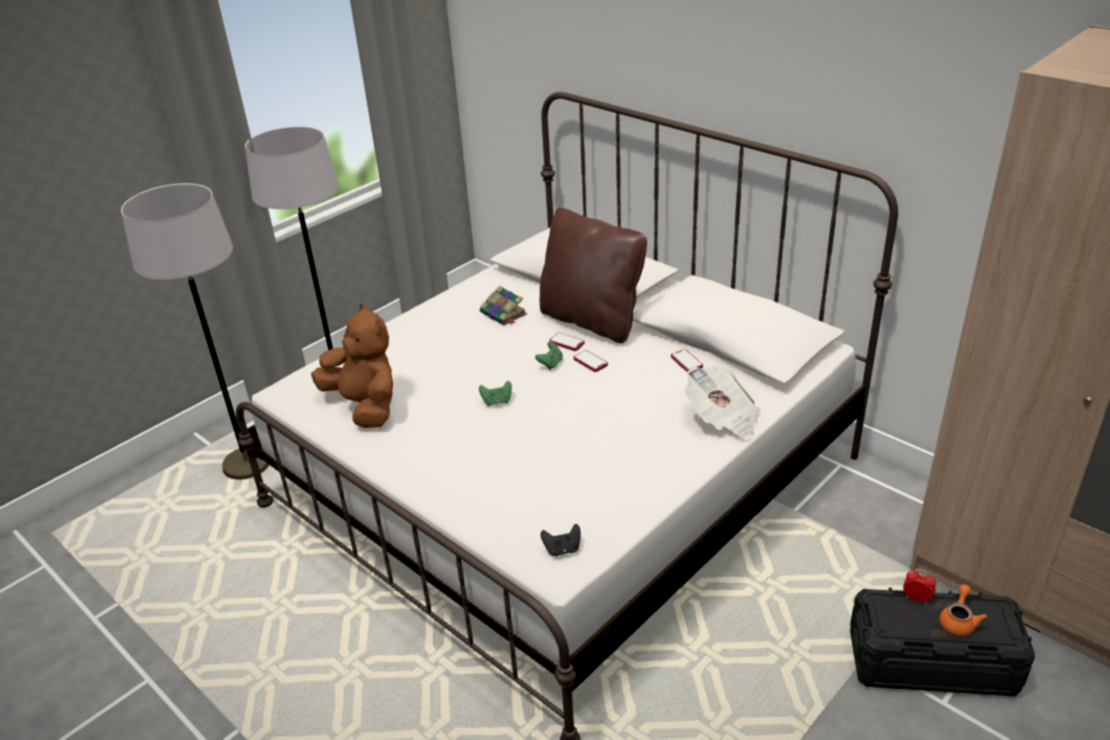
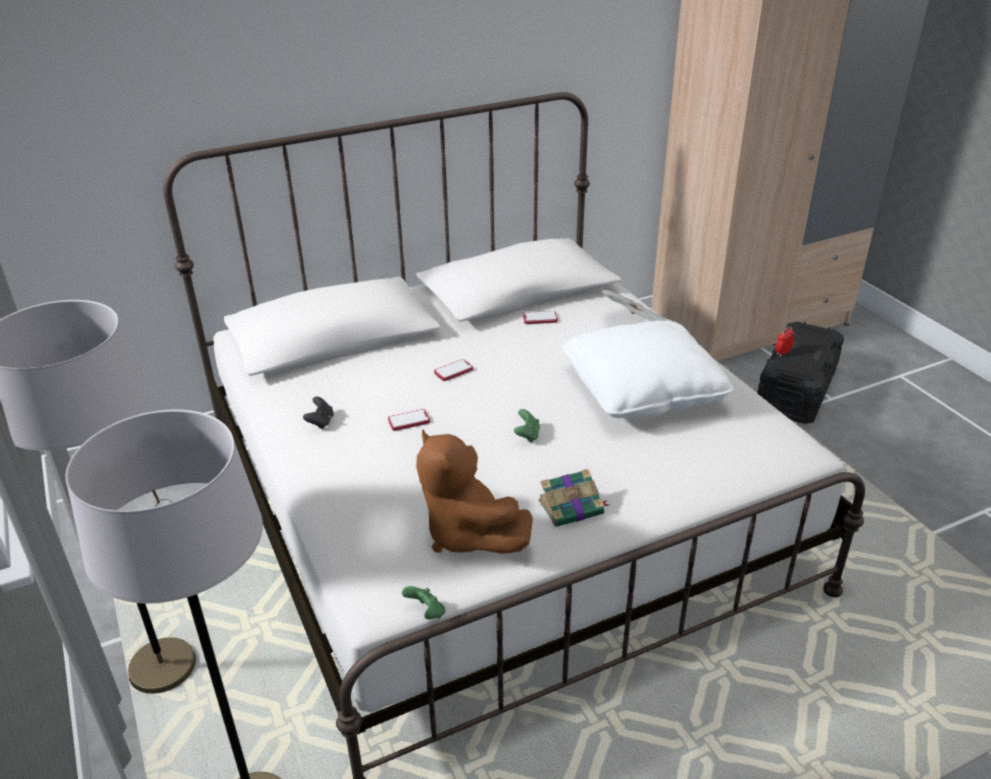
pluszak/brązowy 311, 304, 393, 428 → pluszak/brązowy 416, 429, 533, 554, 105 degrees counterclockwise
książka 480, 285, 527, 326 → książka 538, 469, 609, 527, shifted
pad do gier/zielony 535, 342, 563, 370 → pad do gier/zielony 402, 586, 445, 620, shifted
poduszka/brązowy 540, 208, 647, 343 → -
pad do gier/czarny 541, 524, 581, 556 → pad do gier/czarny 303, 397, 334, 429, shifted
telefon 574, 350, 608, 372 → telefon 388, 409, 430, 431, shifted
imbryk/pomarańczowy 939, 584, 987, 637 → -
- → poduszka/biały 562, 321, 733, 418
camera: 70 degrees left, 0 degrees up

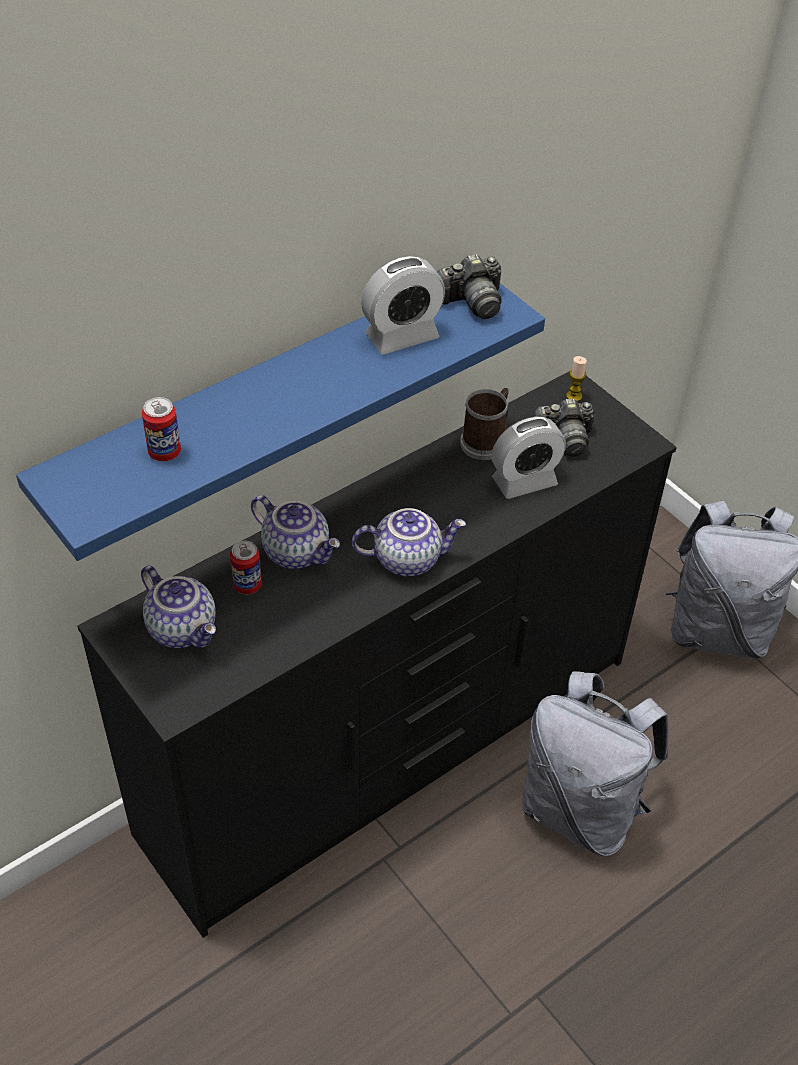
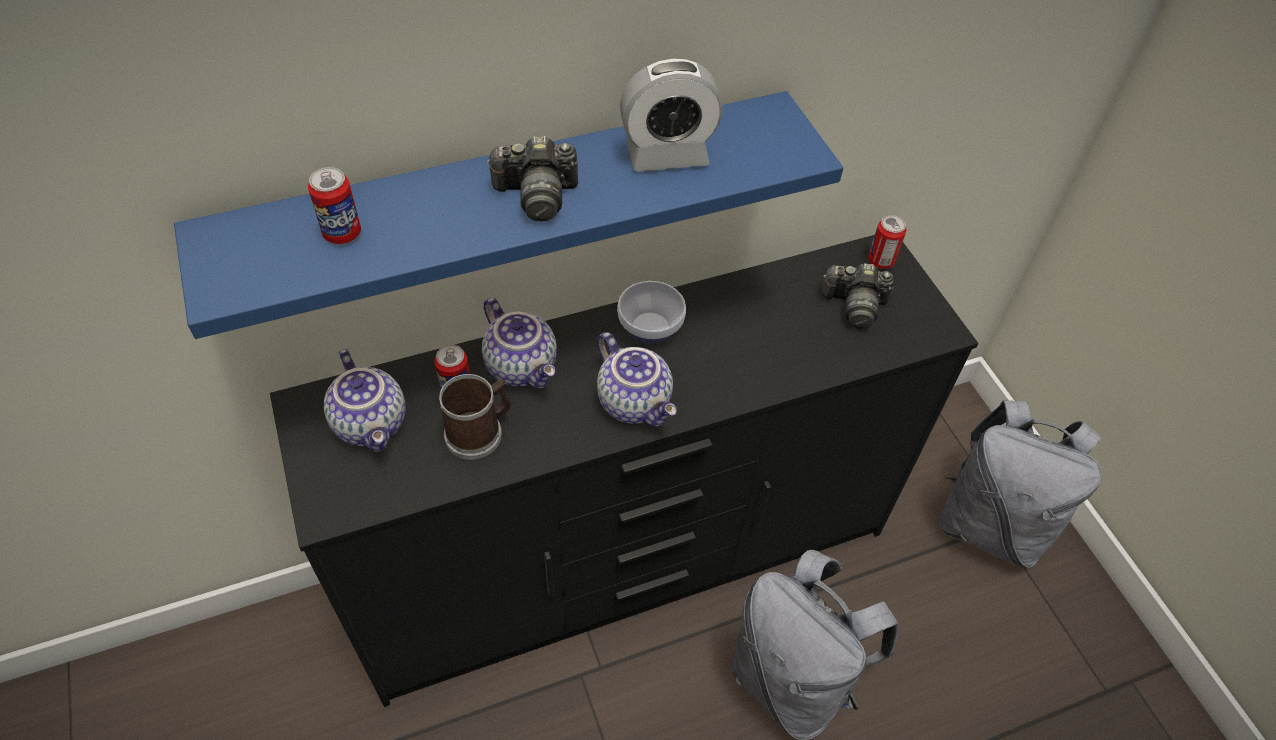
imbryk 352, 508, 466, 576 → imbryk 597, 332, 677, 426, 45 degrees clockwise
aparat fotograficzny 437, 254, 502, 319 → aparat fotograficzny 486, 136, 578, 221, shifted
kubek 460, 388, 509, 460 → kubek 439, 374, 511, 460, shifted
budzik 492, 417, 566, 499 → -
świeca 566, 356, 587, 402 → puszka 868, 215, 907, 269
- → miska 617, 281, 686, 344
camera: 15 degrees right, 5 degrees up

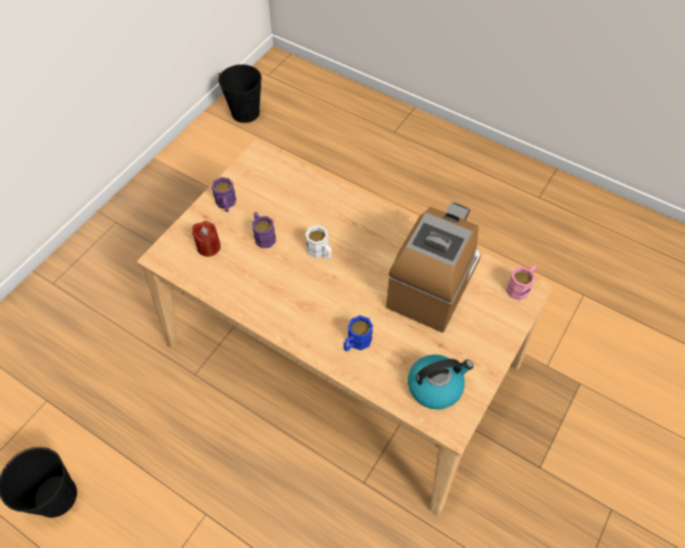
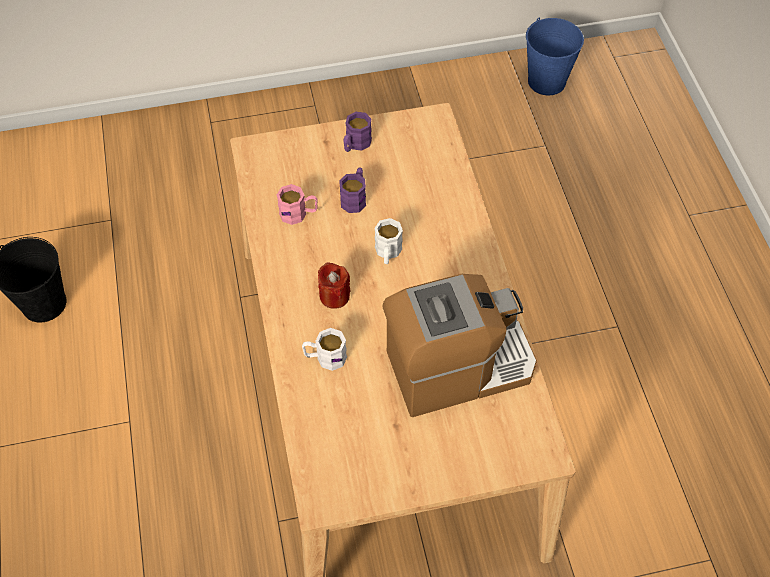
świeca/czerwony 192, 221, 221, 257 → świeca/czerwony 318, 262, 350, 309, shifted
wiadro/czarny 218, 64, 262, 123 → wiadro/niebieski 526, 18, 584, 95
kubek/niebieski 343, 315, 373, 351 → kubek/biały 302, 328, 347, 371
czajnik 408, 354, 474, 409 → -
kubek/różowy 506, 265, 537, 300 → kubek/różowy 277, 184, 318, 225, shifted
camera: 45 degrees right, 0 degrees up

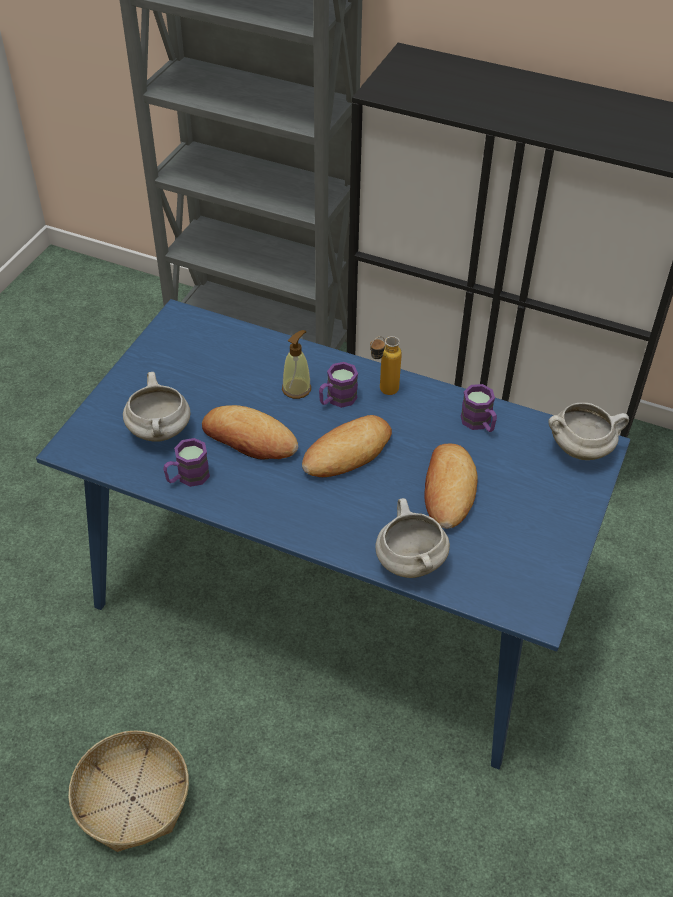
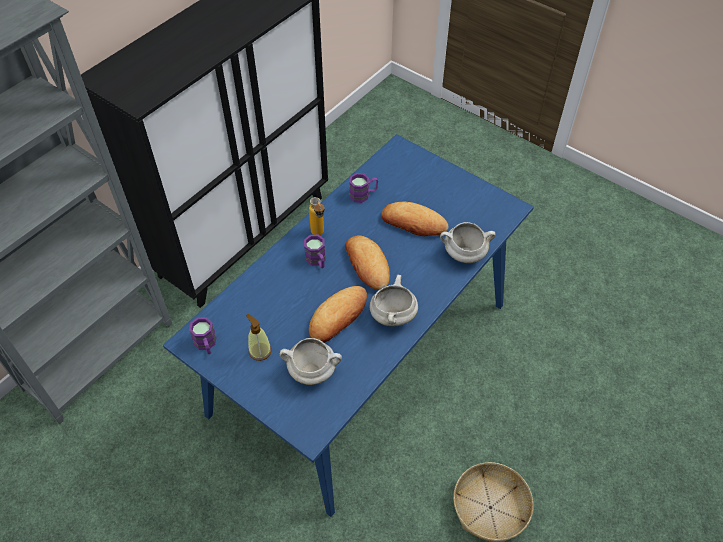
kubek/fioletowy 163, 438, 210, 487 → kubek/fioletowy 189, 317, 217, 354, shifted
dozownik mydła 282, 330, 311, 399 → dozownik mydła 246, 314, 272, 361, shifted
garnek/biały 548, 403, 629, 460 → garnek/biały 370, 275, 418, 326, shifted
camera: 75 degrees left, 5 degrees up

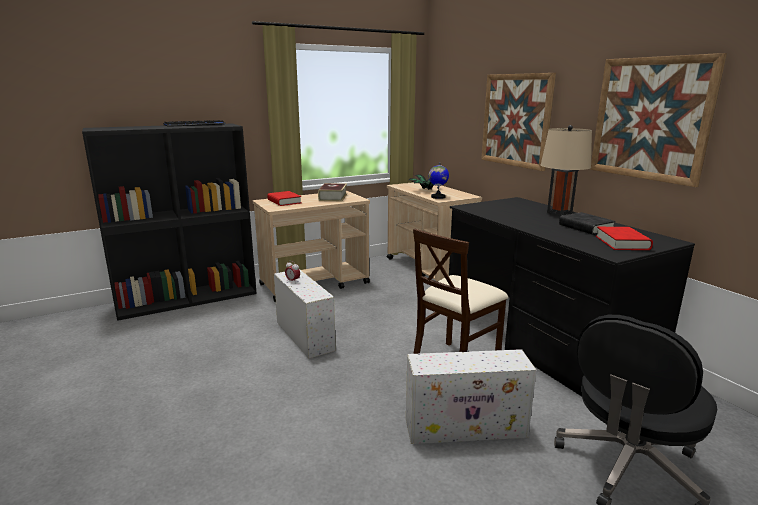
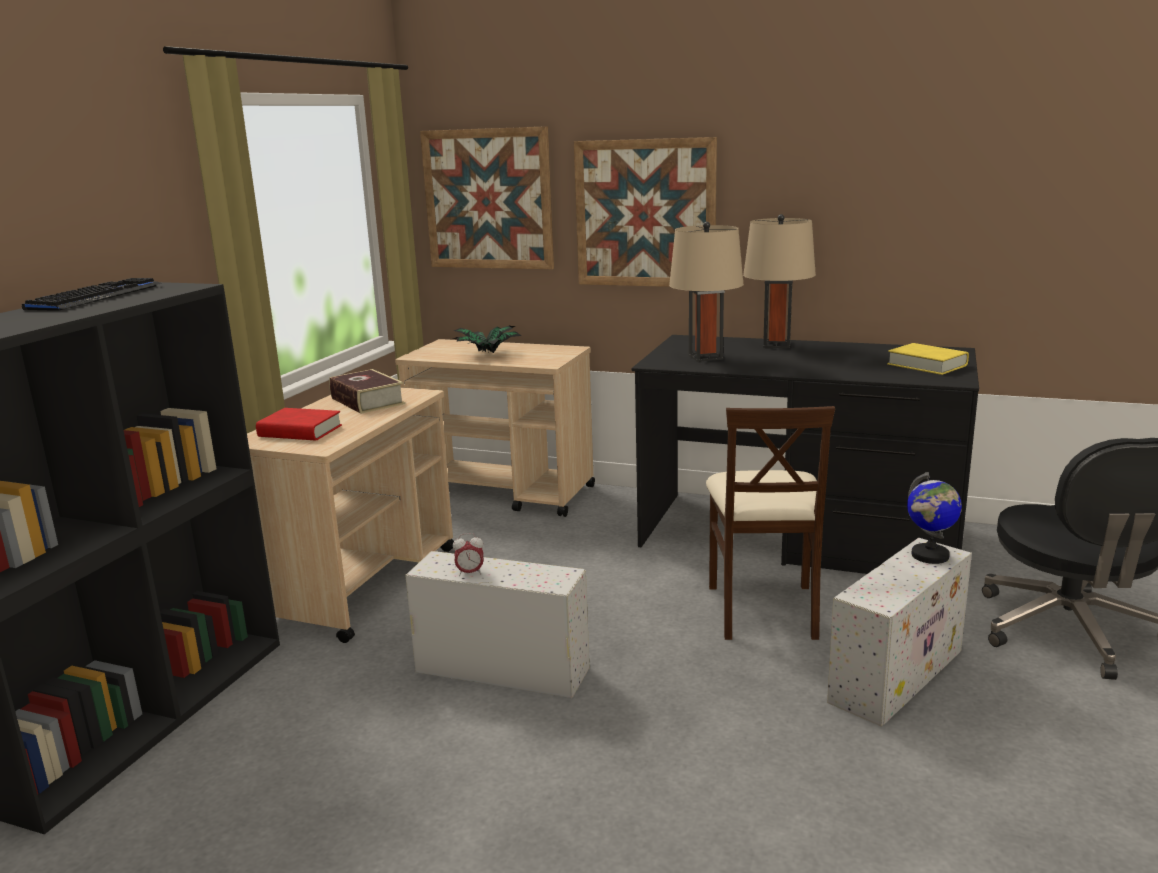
globus 429, 163, 449, 199 → globus 907, 472, 962, 564, shifted
książka/czarny 559, 212, 616, 235 → -
obraz 590, 53, 727, 187 → obraz 420, 126, 554, 269, shifted
książka/czerwony 596, 227, 653, 250 → książka/żółty 887, 343, 969, 375
- → lampa stołowa/beżowy 669, 222, 744, 362
camera: 40 degrees left, 0 degrees up

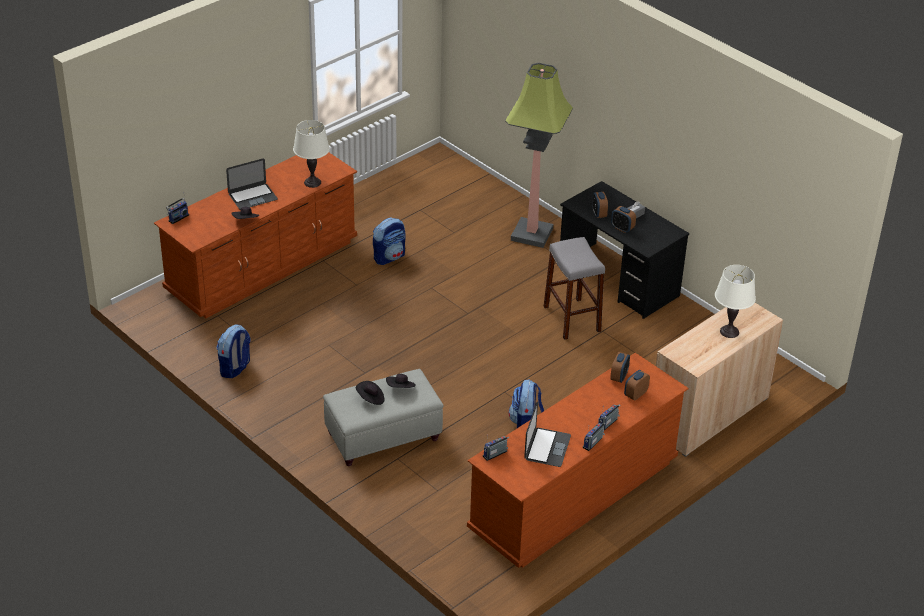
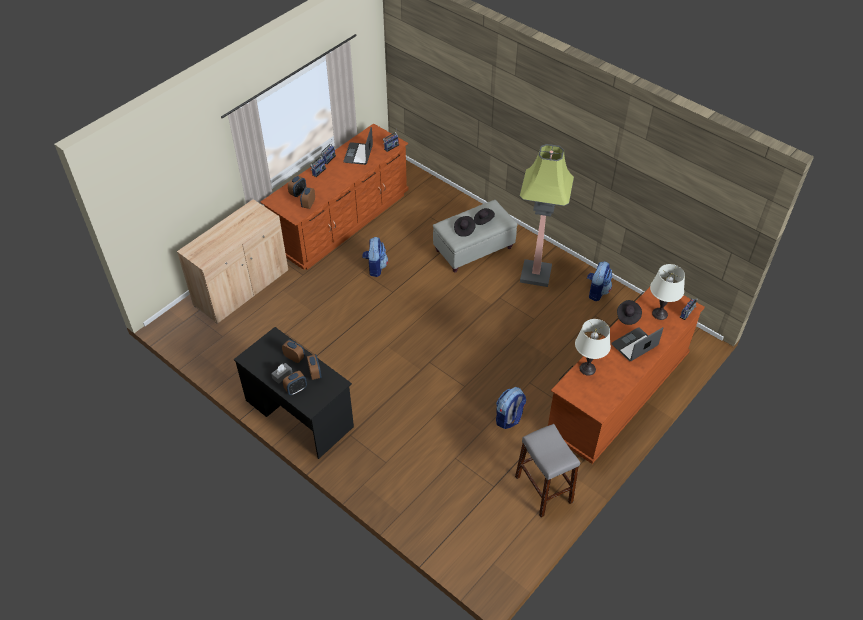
lampa stojąca 505, 63, 573, 248 → lampa stojąca 520, 144, 574, 287, shifted
stołek/szary 544, 237, 605, 340 → stołek/szary 515, 424, 580, 517, shifted
lampa stołowa/biały 715, 265, 756, 338 → lampa stołowa/biały 650, 264, 685, 320, shifted
- → budzik 283, 371, 307, 395
camera: 175 degrees right, 10 degrees up

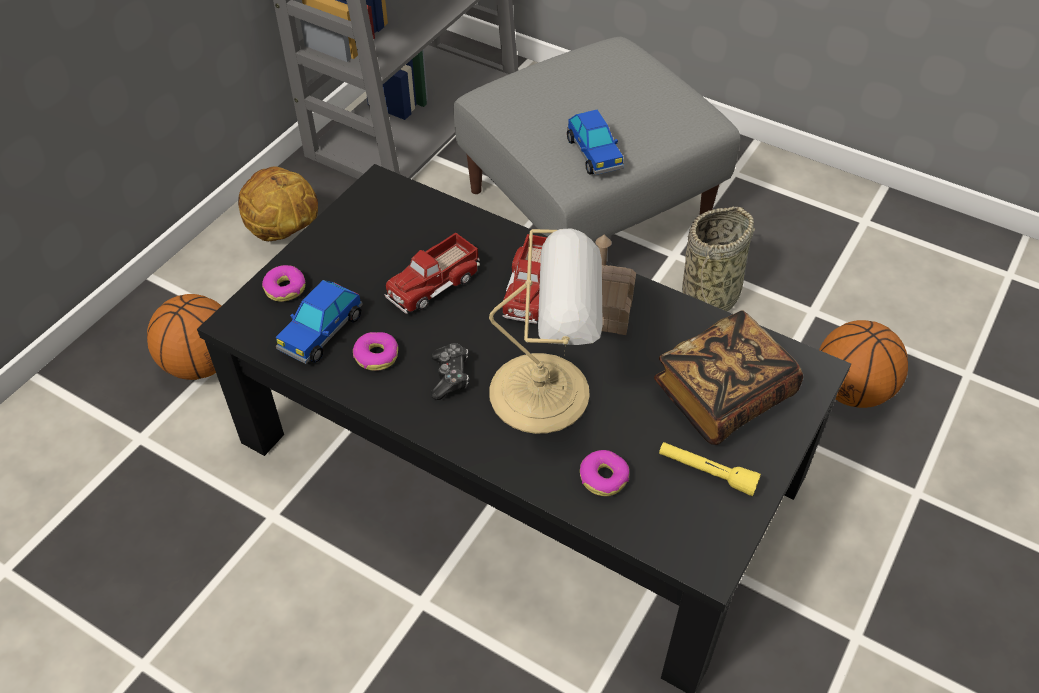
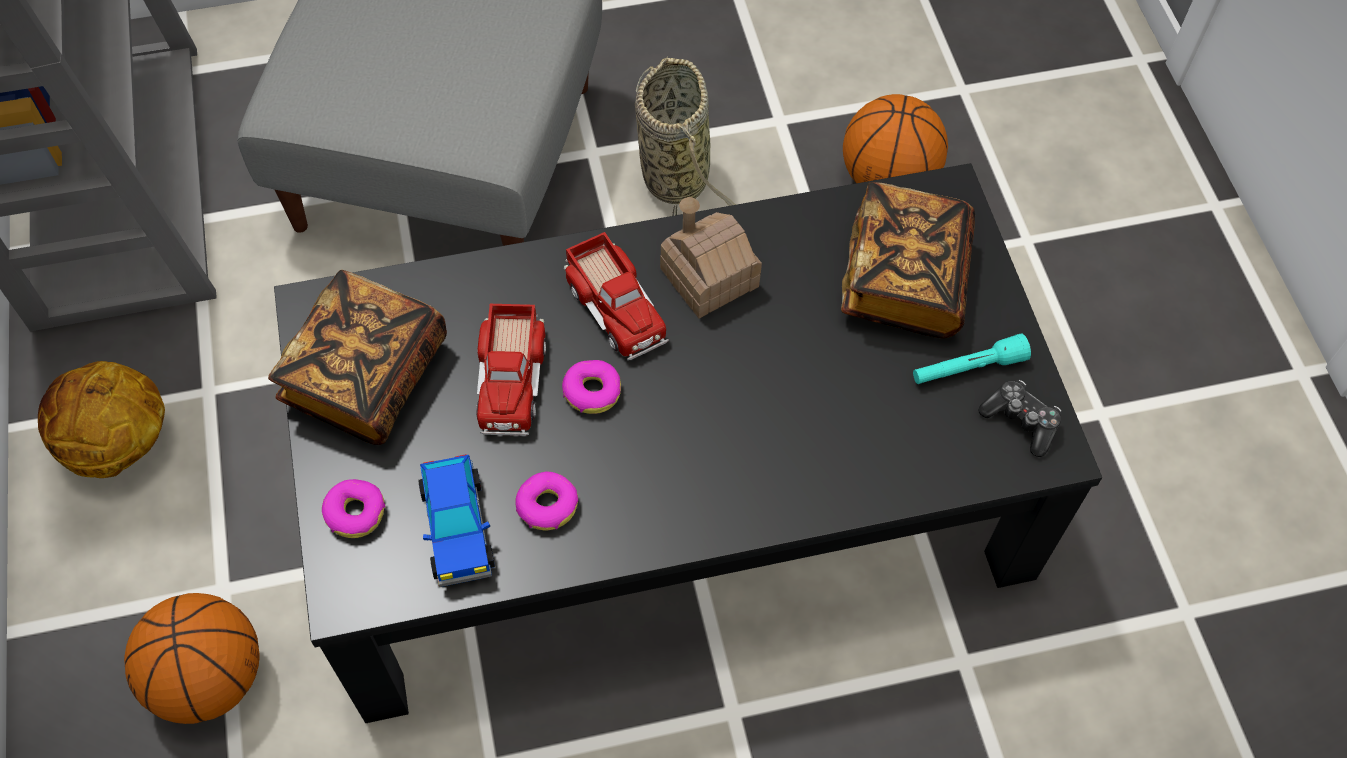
pad do gier 431, 343, 469, 400 → pad do gier 978, 380, 1061, 457, shifted
lampa stołowa 489, 228, 603, 434 → -
samochodzik 567, 109, 624, 175 → -
donut 580, 450, 629, 496 → donut 562, 360, 621, 414, shifted
latarka/żółty 659, 442, 761, 496 → latarka/turkusowy 913, 333, 1031, 384
- → książka 268, 270, 447, 445
camera: 45 degrees left, 10 degrees up

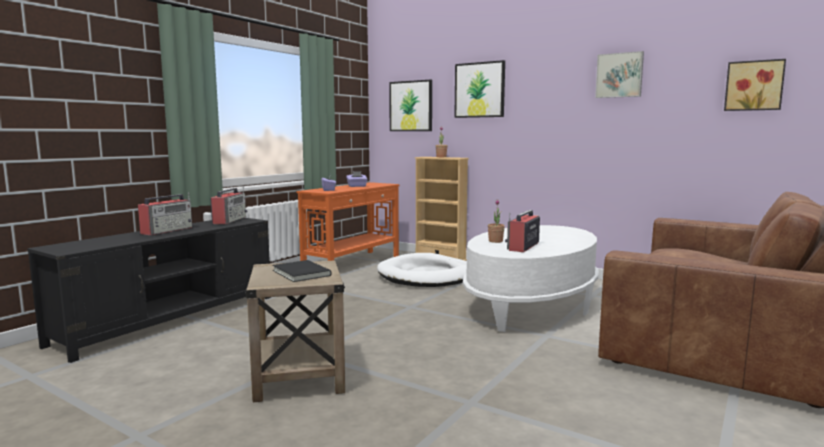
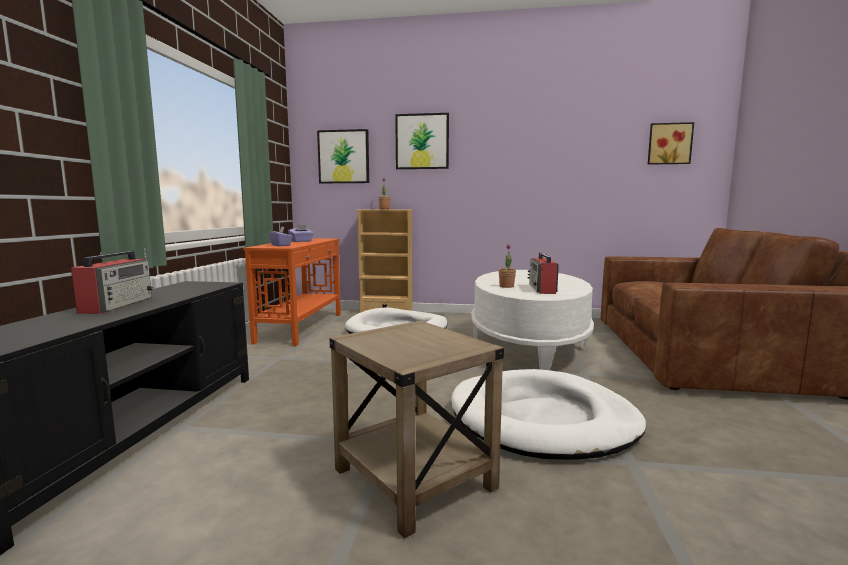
radio 210, 186, 248, 224 → -
książka/czarny 272, 260, 331, 282 → -
obraz 595, 51, 644, 98 → -
- → legowisko/biały 451, 369, 646, 460
camera: 25 degrees left, 0 degrees up

